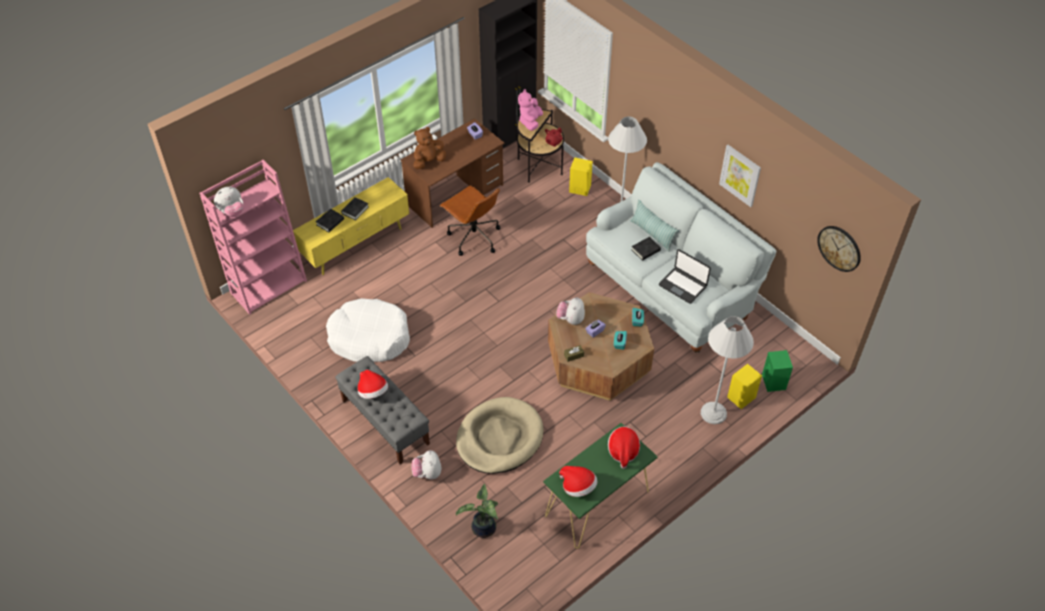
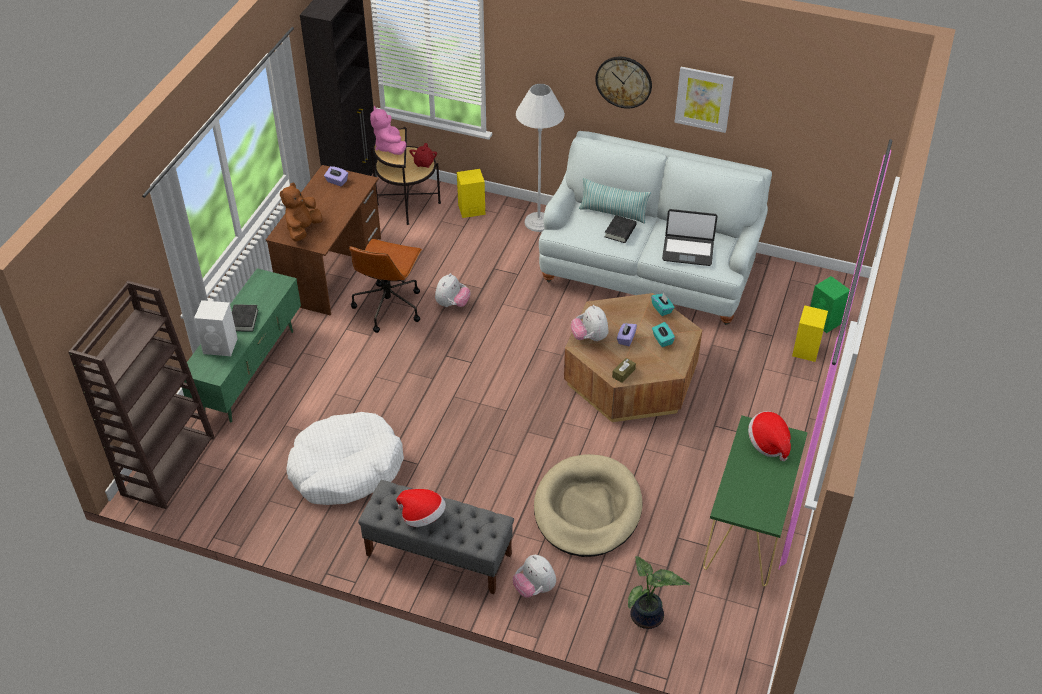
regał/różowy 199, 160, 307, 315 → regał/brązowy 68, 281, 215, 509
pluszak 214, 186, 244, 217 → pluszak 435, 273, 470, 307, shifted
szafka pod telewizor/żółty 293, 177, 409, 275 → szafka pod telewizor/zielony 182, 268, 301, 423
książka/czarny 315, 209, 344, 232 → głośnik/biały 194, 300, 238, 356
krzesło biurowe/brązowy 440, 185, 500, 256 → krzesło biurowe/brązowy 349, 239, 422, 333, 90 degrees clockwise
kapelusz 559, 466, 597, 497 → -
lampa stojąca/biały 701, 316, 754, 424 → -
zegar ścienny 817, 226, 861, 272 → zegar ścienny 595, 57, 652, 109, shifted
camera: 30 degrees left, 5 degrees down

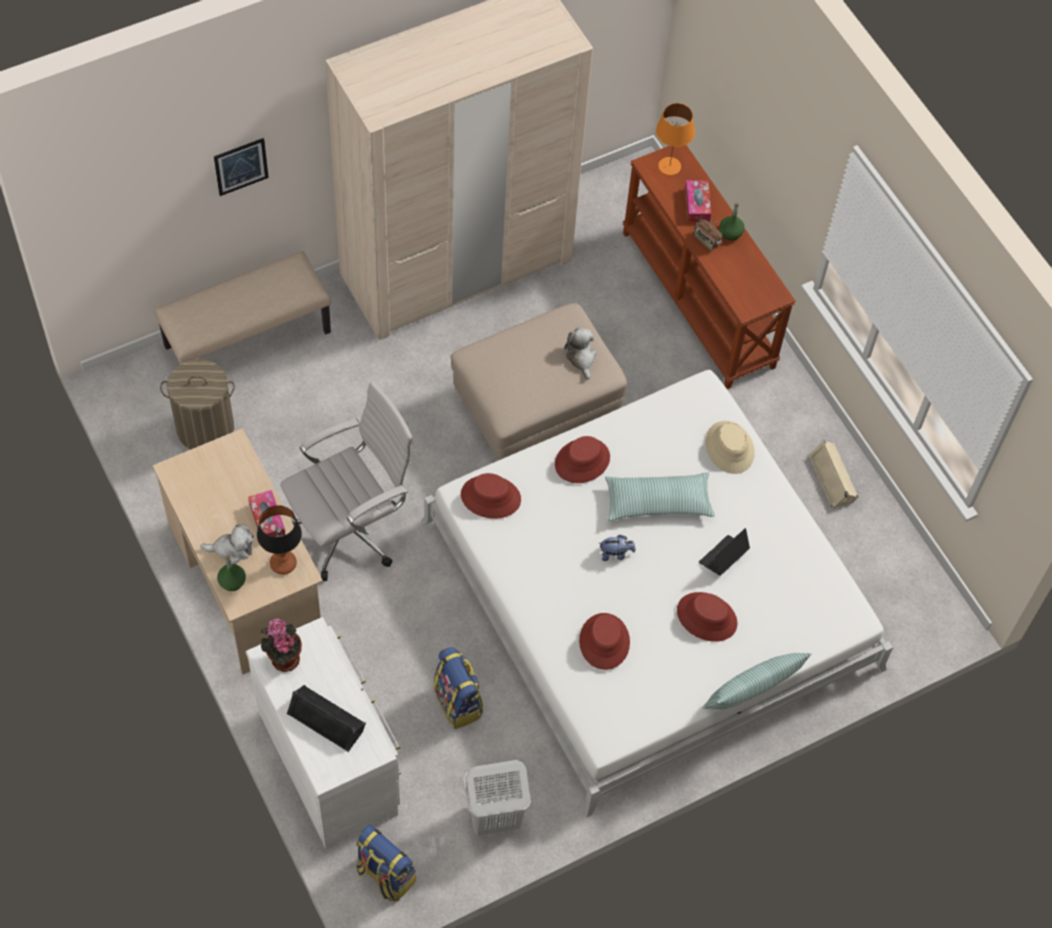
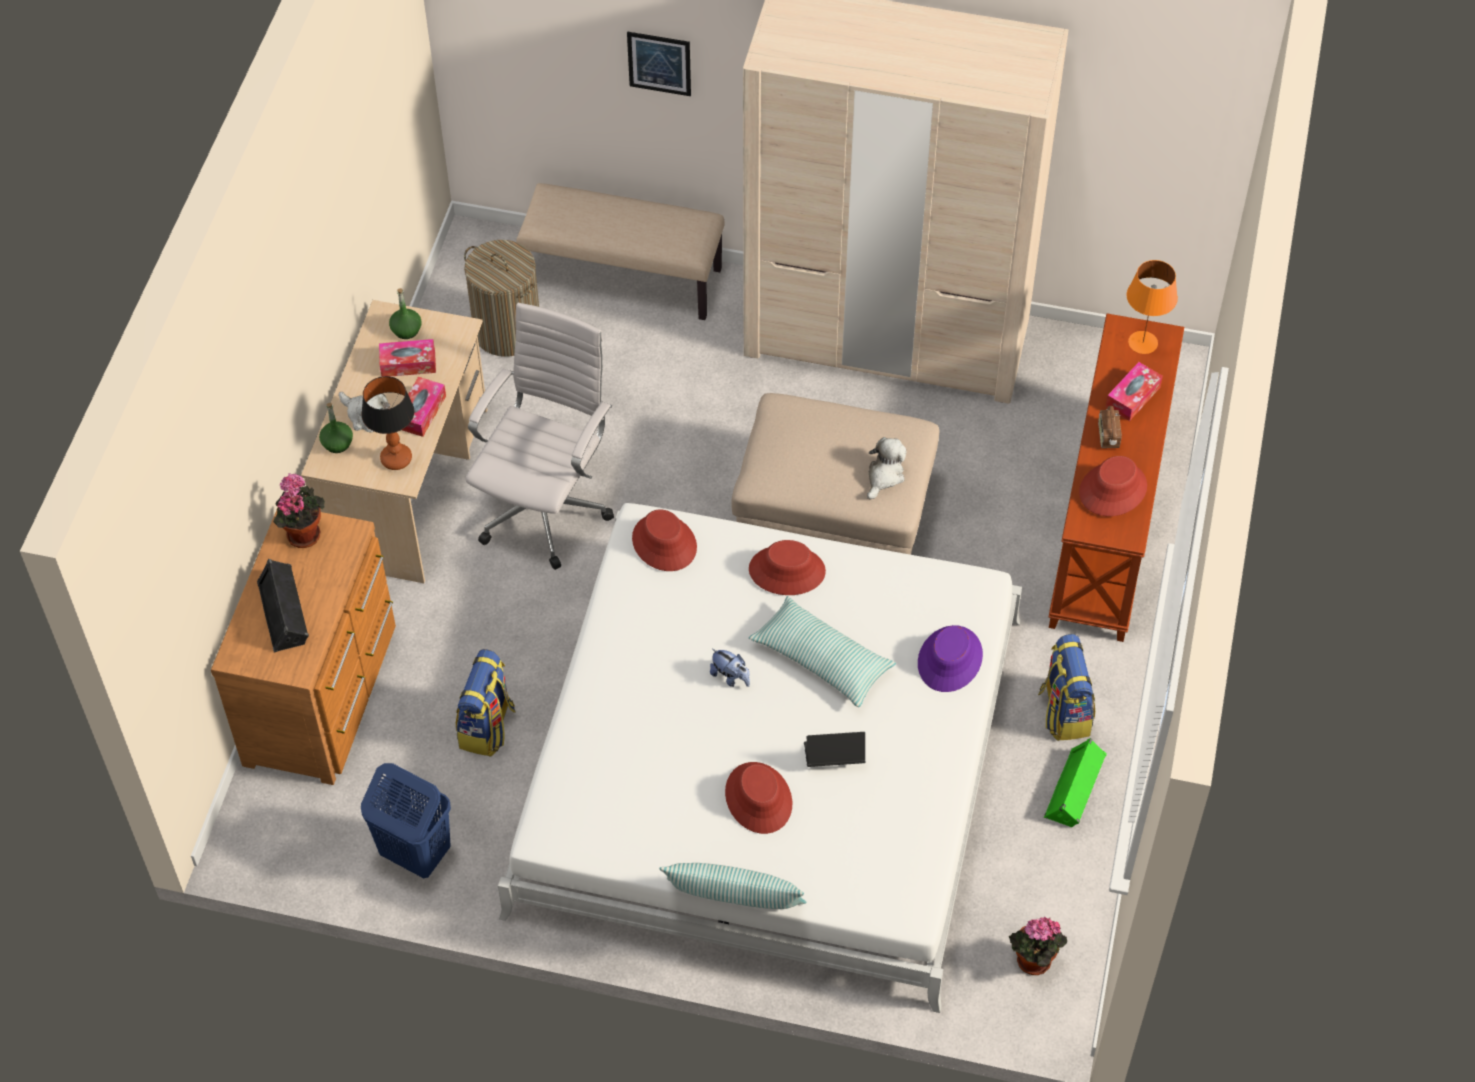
komoda/biały 246, 617, 401, 849 → komoda/brązowy 211, 510, 396, 785
krzesło biurowe/biały 280, 381, 414, 581 → krzesło biurowe/biały 465, 302, 614, 570, 75 degrees counterclockwise
plecak 356, 825, 416, 901 → plecak 1038, 634, 1095, 741, shifted
kosz na pranie/biały 463, 760, 531, 836 → kosz na pranie/niebieski 361, 763, 451, 878
kapelusz/czerwony 579, 613, 630, 670 → kapelusz/czerwony 1079, 456, 1147, 516, shifted
kapelusz/beżowy 705, 421, 755, 474 → kapelusz/fioletowy 918, 625, 983, 692
butelka/zielony 719, 202, 745, 240 → butelka/zielony 389, 288, 422, 339, shifted
głośnik/beżowy 808, 440, 859, 509 → głośnik/zielony 1044, 738, 1107, 827
- → pudełko chusteczek 379, 339, 436, 377
- → roślina doniczkowa 1009, 917, 1067, 975
camera: 45 degrees right, 5 degrees down

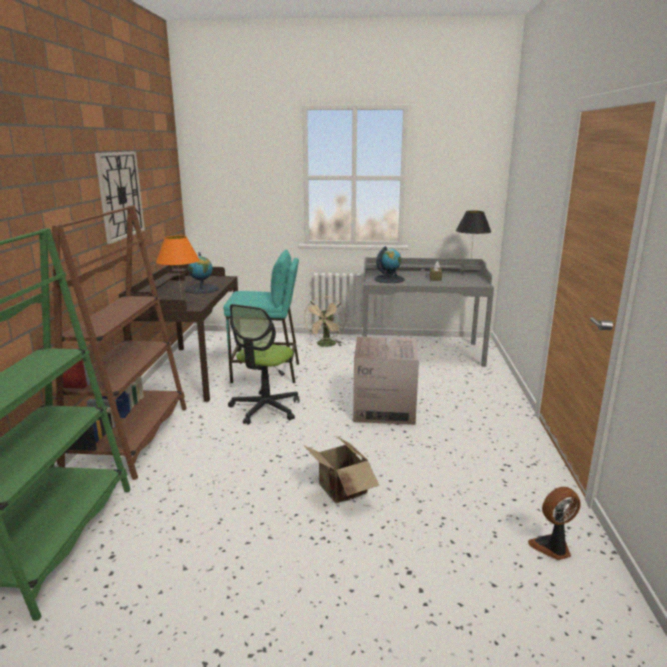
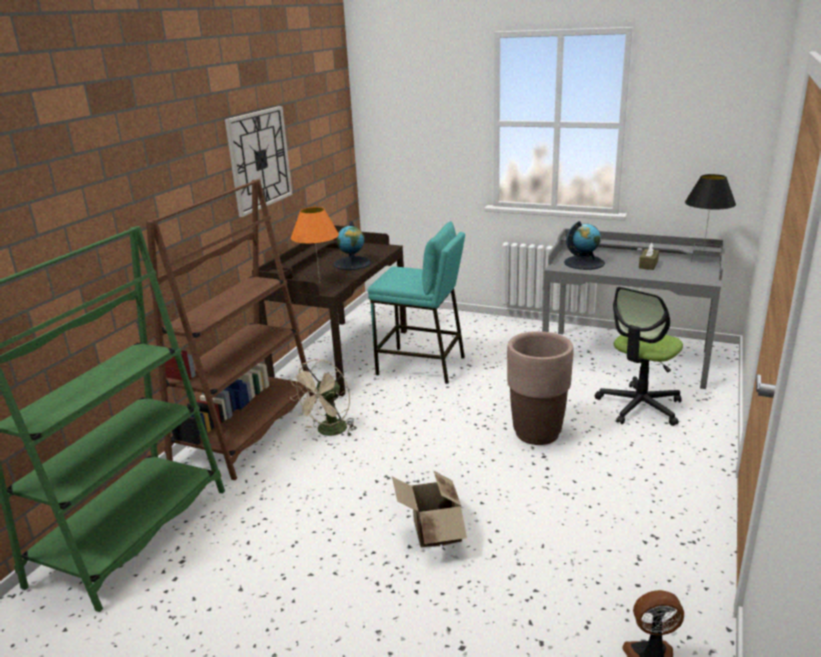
krzesło biurowe 228, 304, 299, 425 → krzesło biurowe 595, 287, 683, 426, shifted
wentylator/beżowy 303, 296, 346, 347 → wentylator/beżowy 290, 359, 357, 436, shifted
karton 353, 337, 419, 425 → donica/brązowy 507, 331, 573, 445
camera: 20 degrees right, 5 degrees up

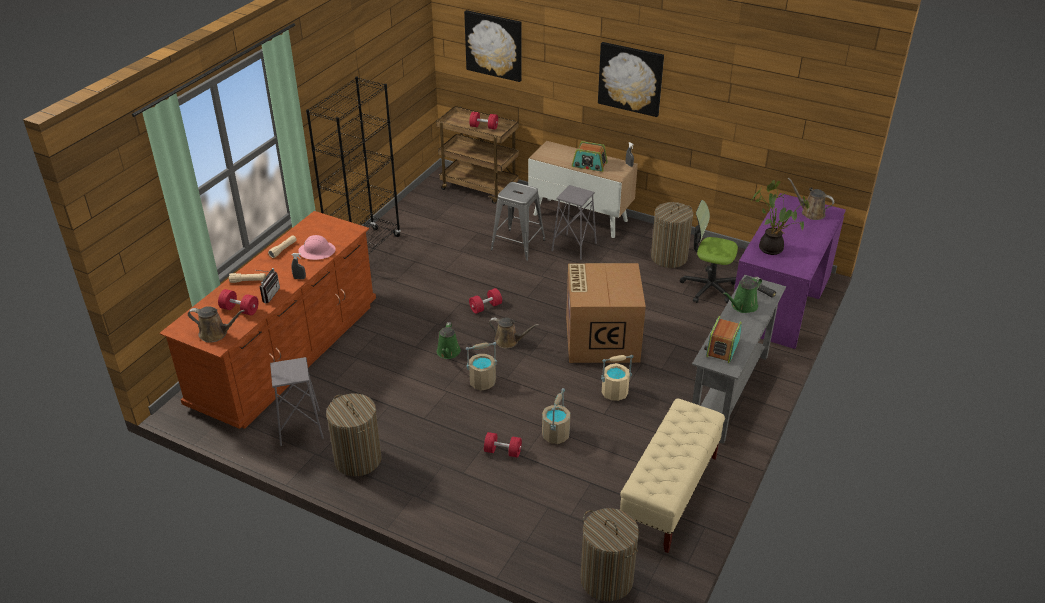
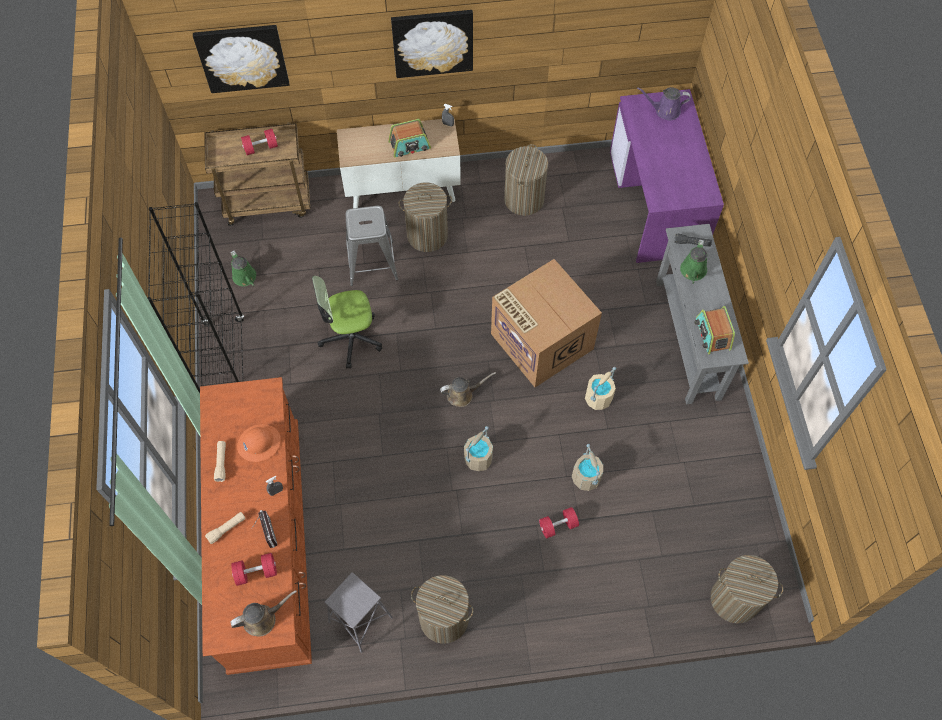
kask/różowy 298, 235, 336, 260 → kask/pomarańczowy 237, 424, 281, 462
konewka/zielony 437, 322, 461, 359 → konewka/zielony 230, 250, 256, 286, shifted
hantel/czerwony 469, 288, 502, 314 → -
stołek/szary 551, 185, 597, 260 → kosz na pranie 398, 183, 452, 252
ławka/beżowy 620, 399, 725, 553 → -
krzesło biurowe 680, 200, 738, 303 → krzesło biurowe 312, 276, 382, 369, shifted
roślina doniczkowa 751, 180, 809, 255 → -
konewka/brązowy 788, 178, 834, 220 → konewka/fioletowy 637, 87, 691, 120
camera: 35 degrees left, 25 degrees up

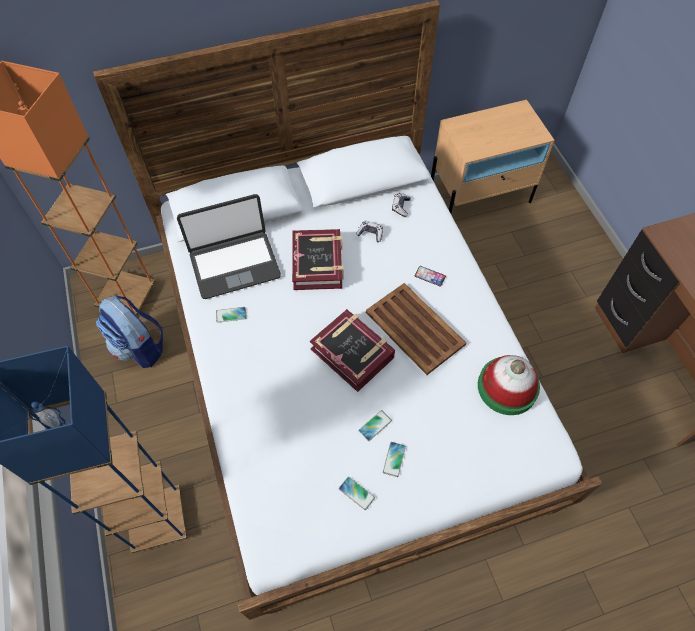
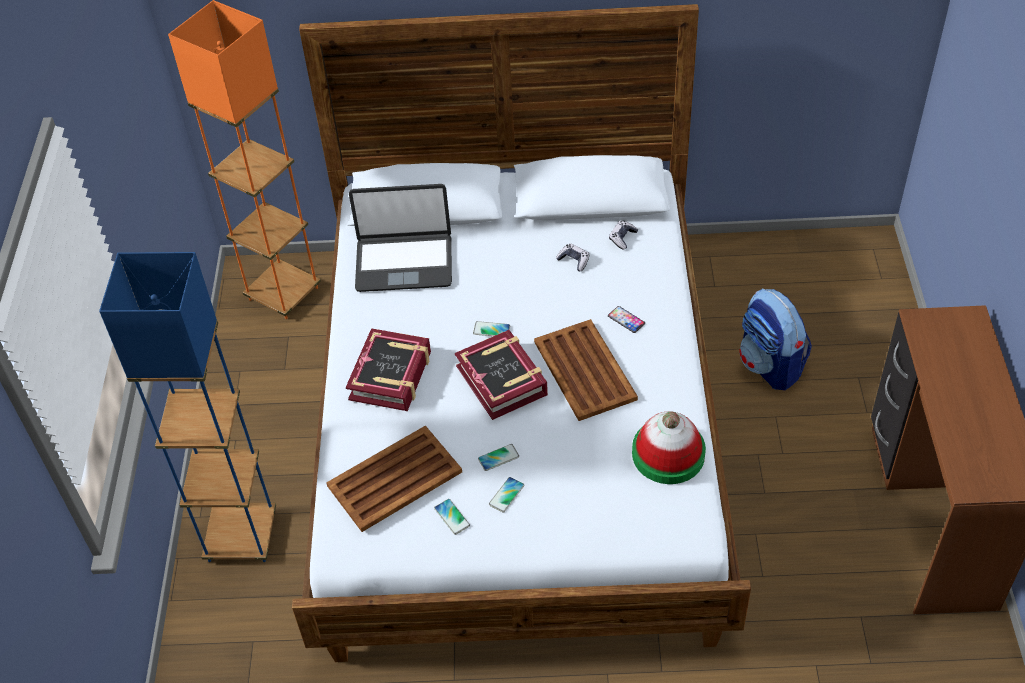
plecak 96, 295, 163, 368 → plecak 739, 288, 812, 390, shifted
telefon 216, 307, 247, 323 → telefon 473, 321, 510, 336, shifted
książka 292, 229, 344, 290 → książka 346, 328, 431, 411, shifted
szafka nocna/beżowy 431, 100, 555, 214 → -
- → taca/brązowy 326, 425, 462, 532
camera: 20 degrees right, 10 degrees down

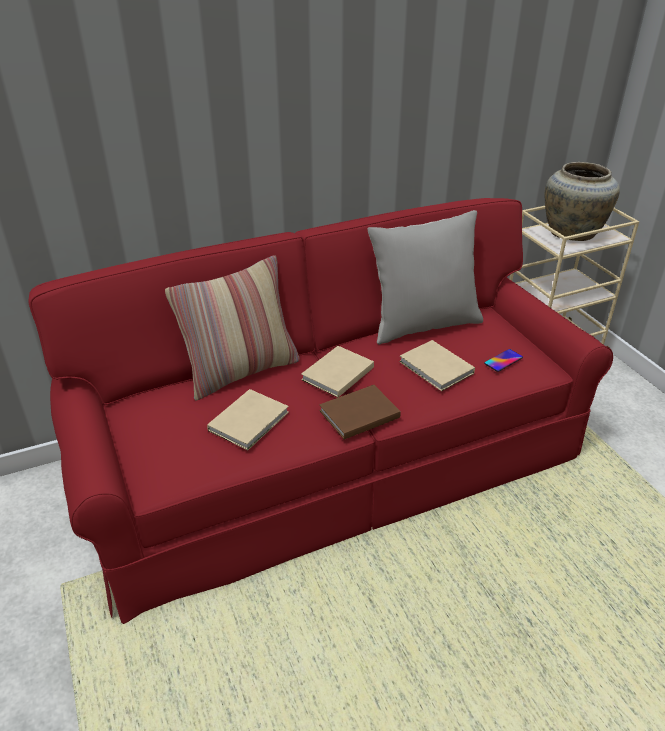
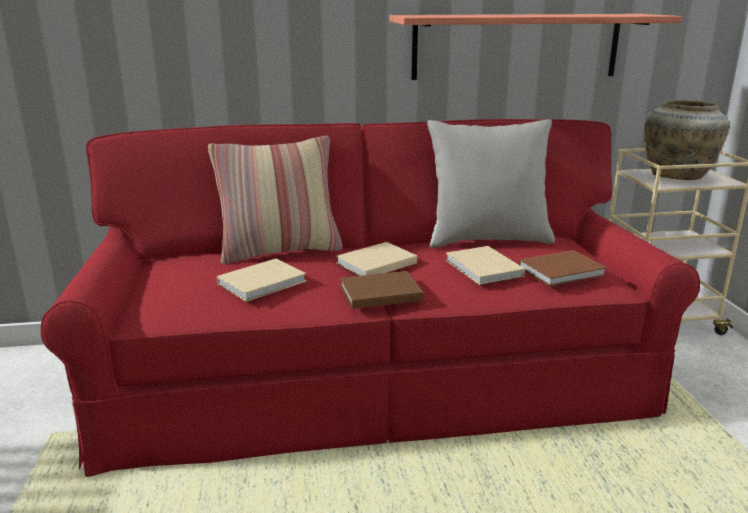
telefon 484, 349, 523, 372 → książka/brązowy 519, 250, 607, 286
- → półka 390, 14, 682, 80
camera: 15 degrees right, 15 degrees down

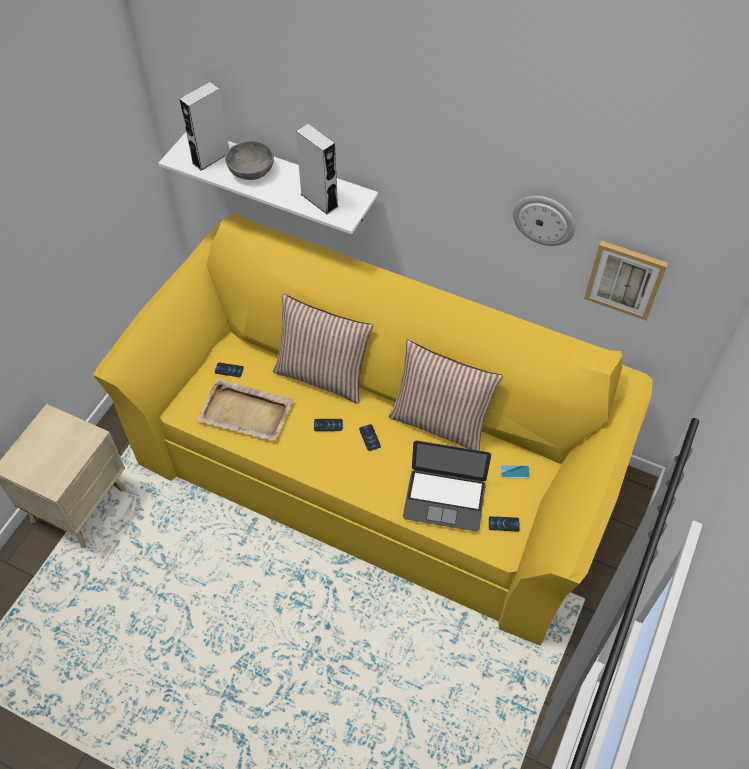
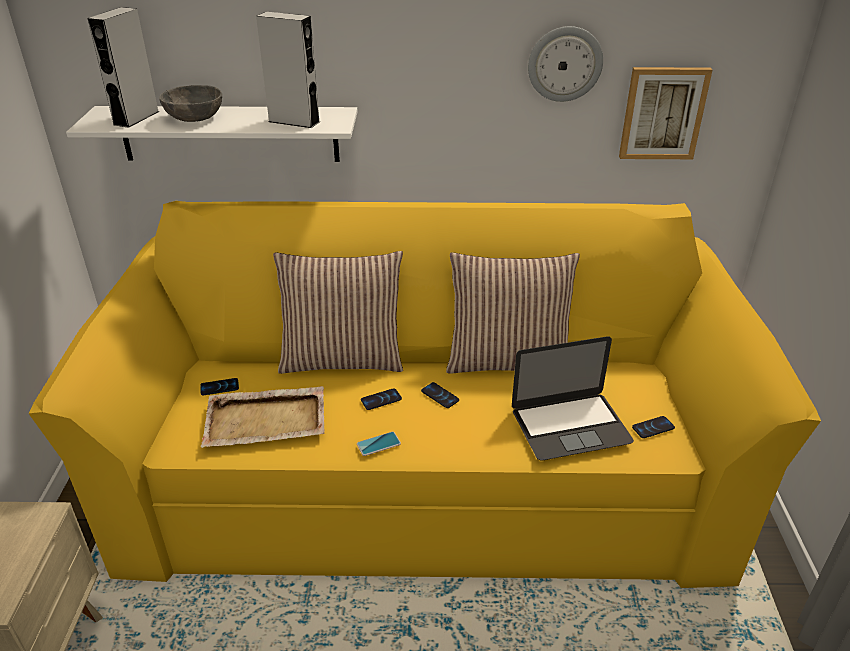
telefon 500, 465, 530, 478 → telefon 357, 432, 401, 456, shifted
camera: 25 degrees left, 20 degrees down

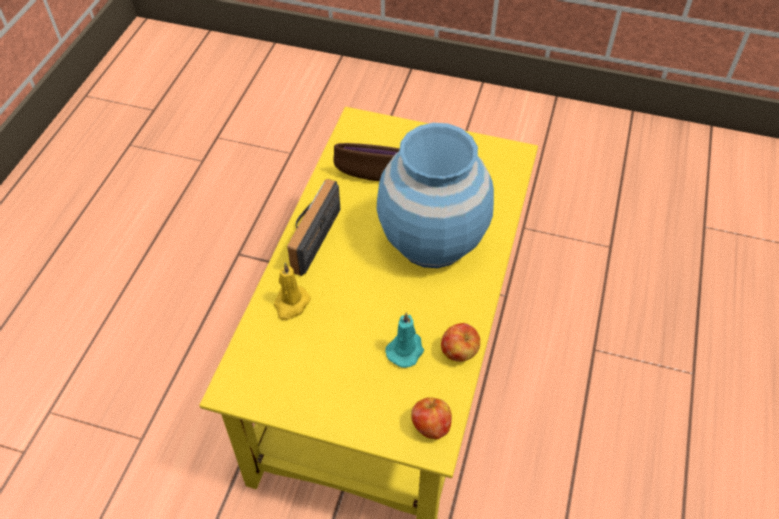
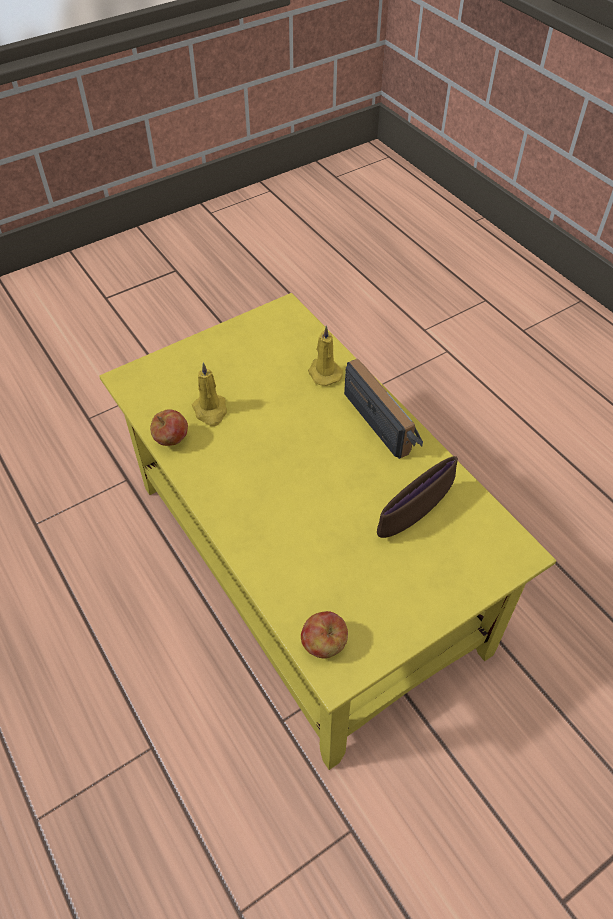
wazon/niebieski 377, 123, 494, 268 → -
świeca/turkusowy 385, 312, 424, 368 → świeca/żółty 192, 362, 227, 426
jabłko 411, 397, 452, 439 → jabłko 301, 611, 348, 658, shifted
camera: 130 degrees right, 0 degrees up

